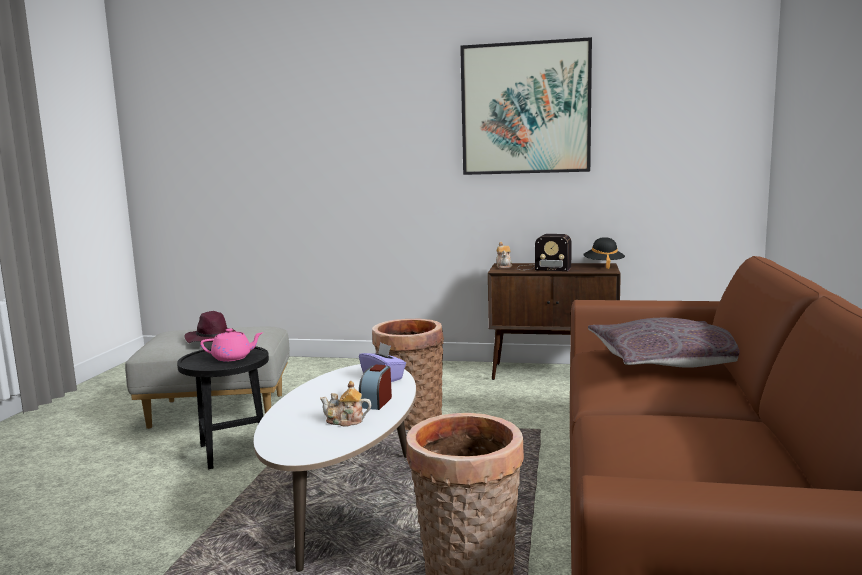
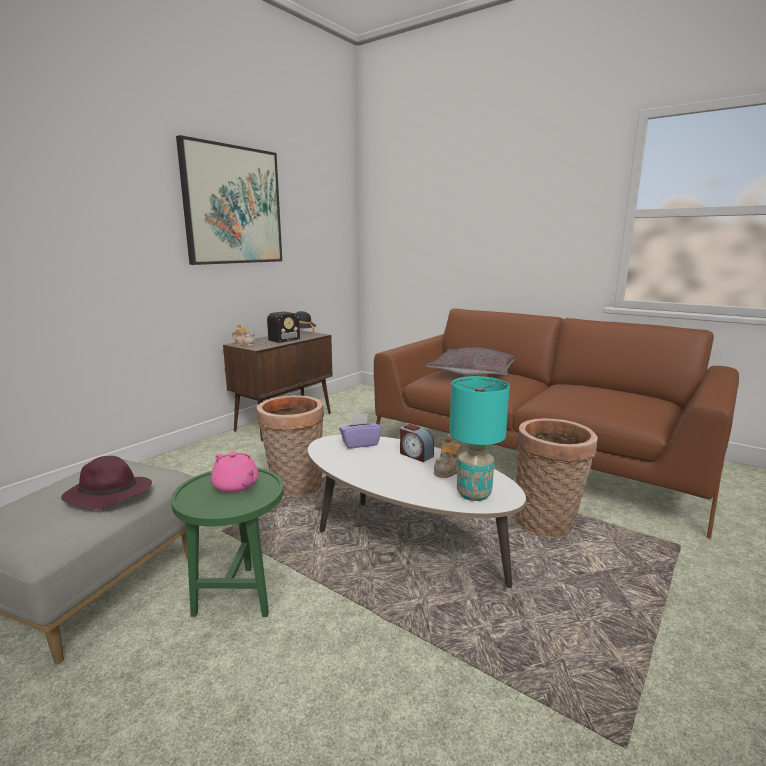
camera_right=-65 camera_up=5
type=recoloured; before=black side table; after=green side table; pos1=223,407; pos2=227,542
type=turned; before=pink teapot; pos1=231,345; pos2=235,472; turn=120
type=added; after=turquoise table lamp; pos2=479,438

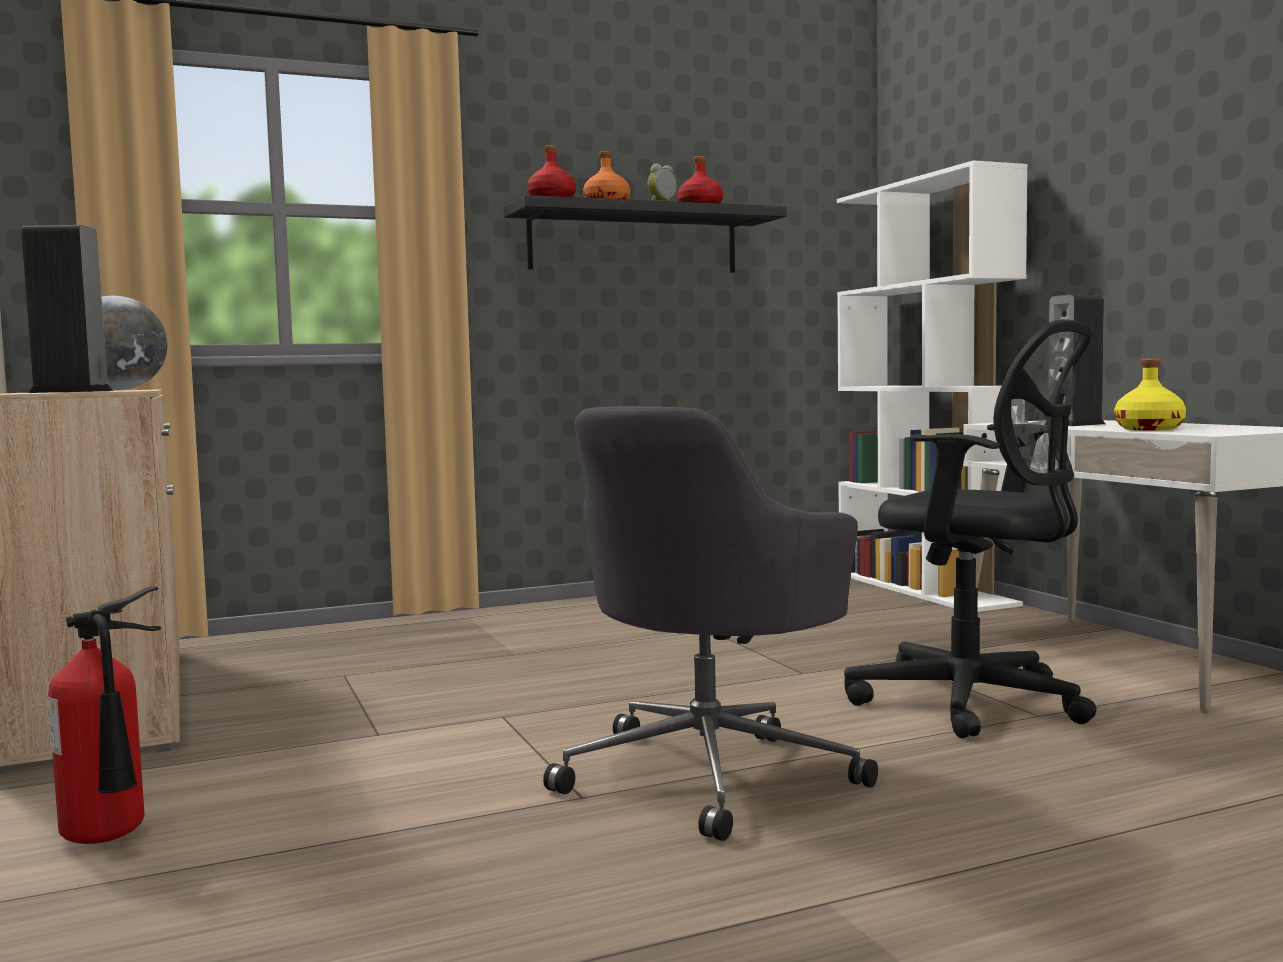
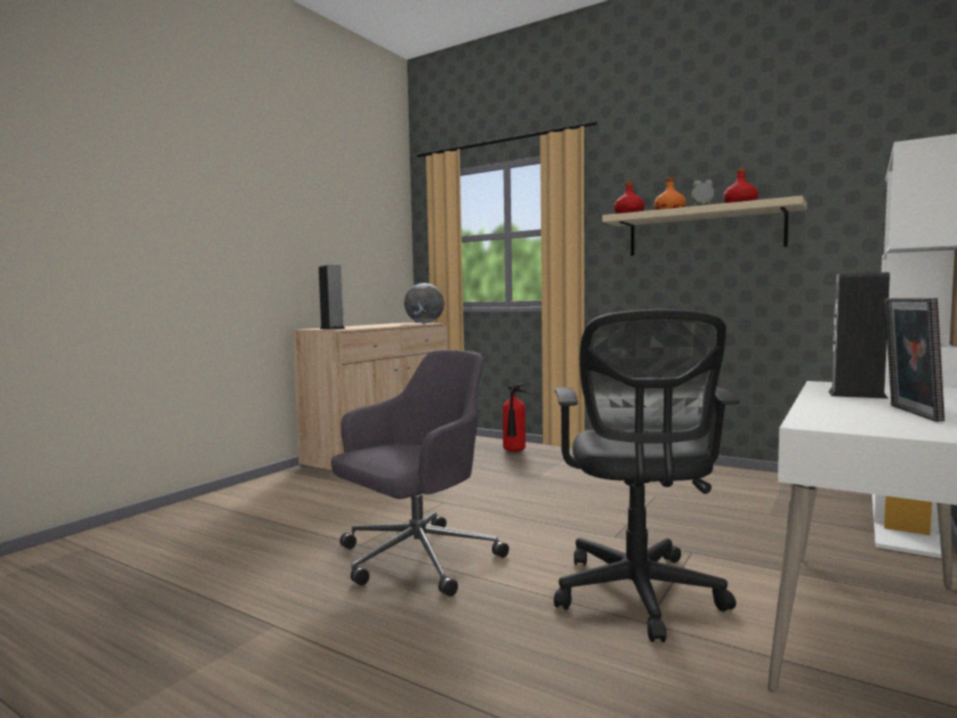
camera_right=55 camera_up=0
type=moved; before=fire extinguisher; pos1=104,715; pos2=518,416
type=recoloured; before=black shelf; after=beige shelf; pos1=645,234; pos2=704,226
type=turned; before=grey office chair; pos1=710,623; pos2=420,473; turn=135
type=removed; before=yellow bottle; pos1=1150,394
type=added; after=picture frame; pos2=915,360

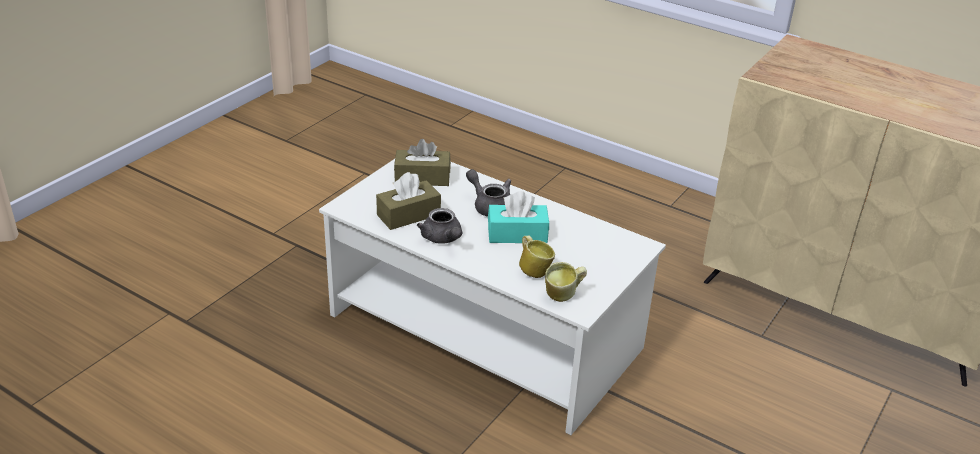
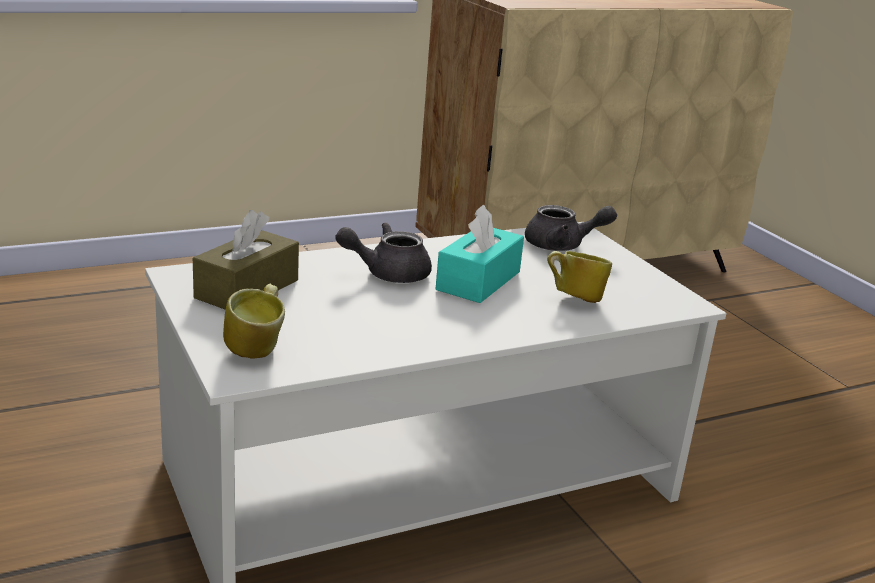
camera_right=-60 camera_up=-10
type=removed; before=brown tissue box; pos1=408,201
type=moved; before=grey teapot; pos1=439,226; pos2=571,228
type=moved; before=mug; pos1=566,282; pos2=254,321

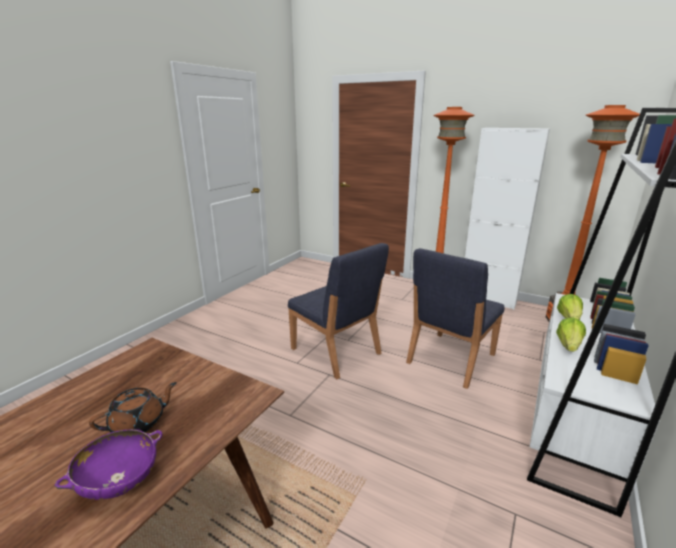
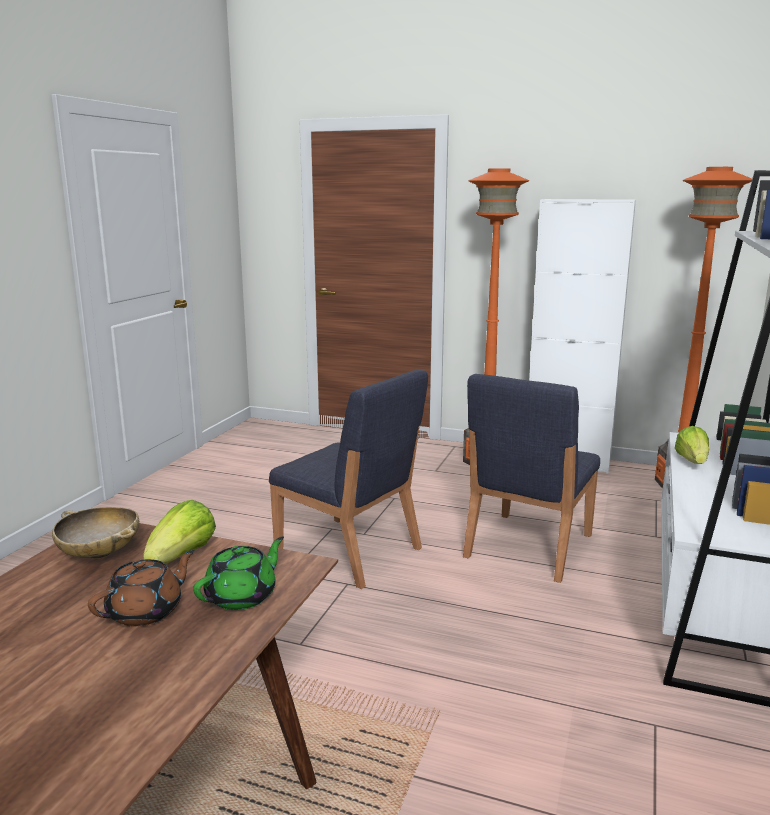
camera_right=-10 camera_up=-5
type=removed; before=purple bowl; pos1=108,465
type=moved; before=lettuce; pos1=571,334; pos2=179,532
type=added; after=beige bowl; pos2=95,533
type=added; after=green teapot; pos2=238,573

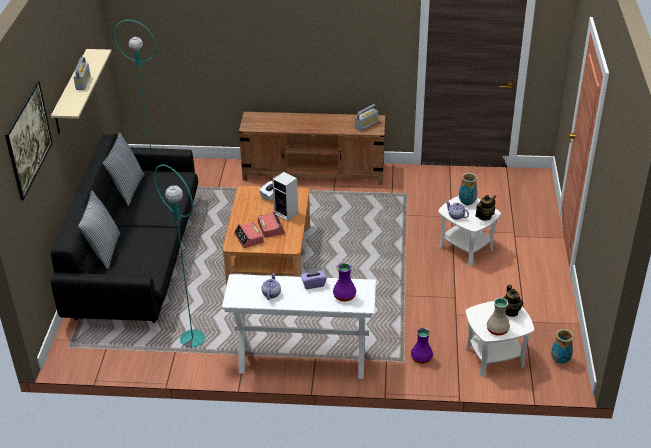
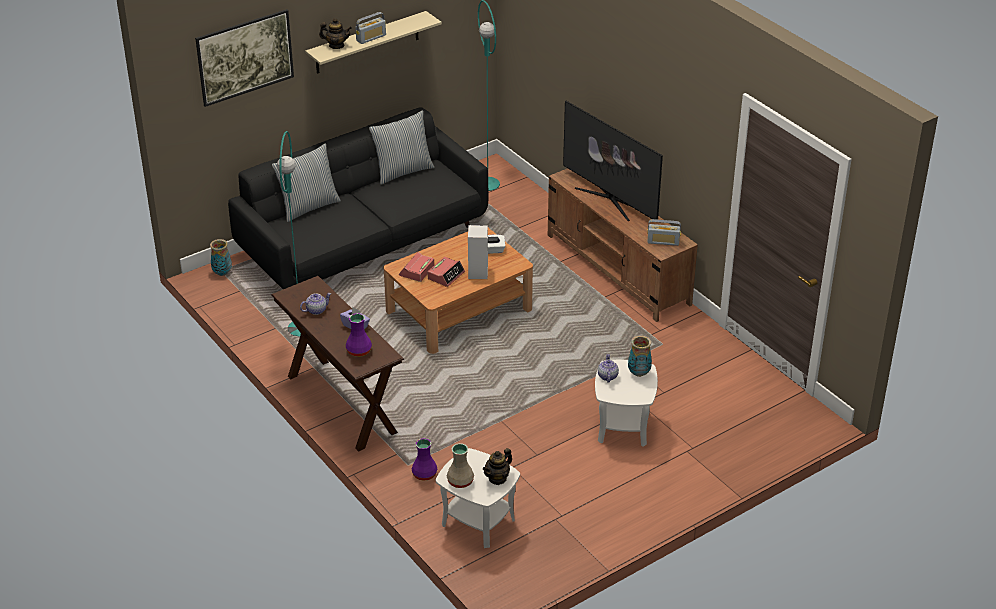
camera_right=50 camera_up=0
type=recoloured; before=white console table; after=brown console table; pos1=299,326; pos2=337,364
type=moved; before=teapot; pos1=485,208; pos2=335,33
type=moved; before=vase; pos1=562,346; pos2=221,257
type=added; after=television; pos2=613,161

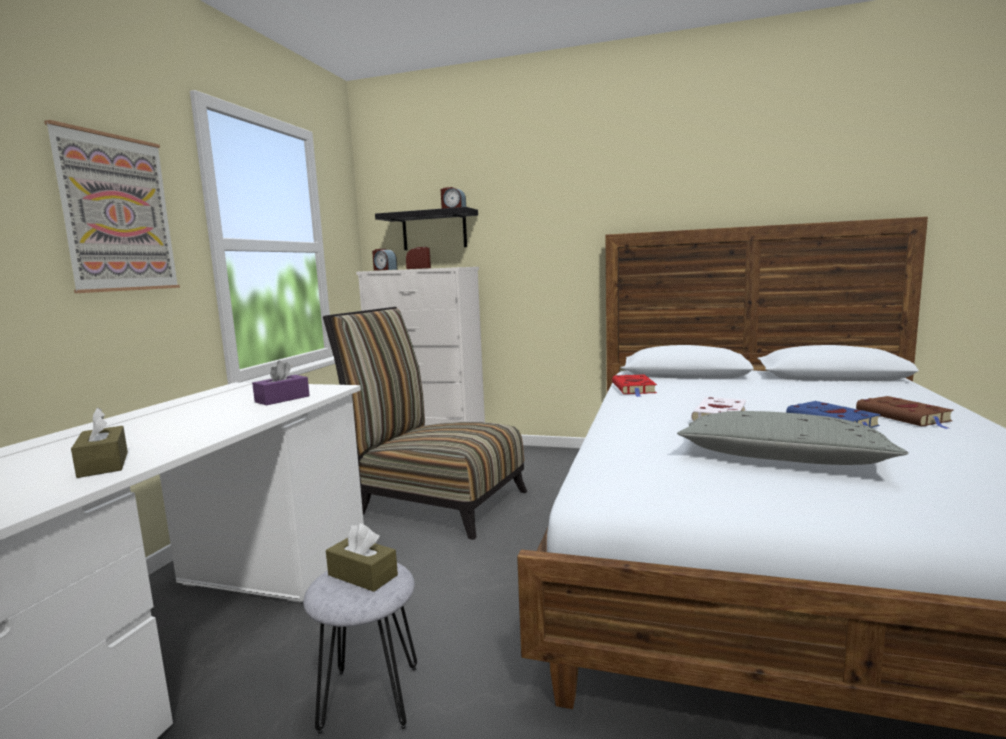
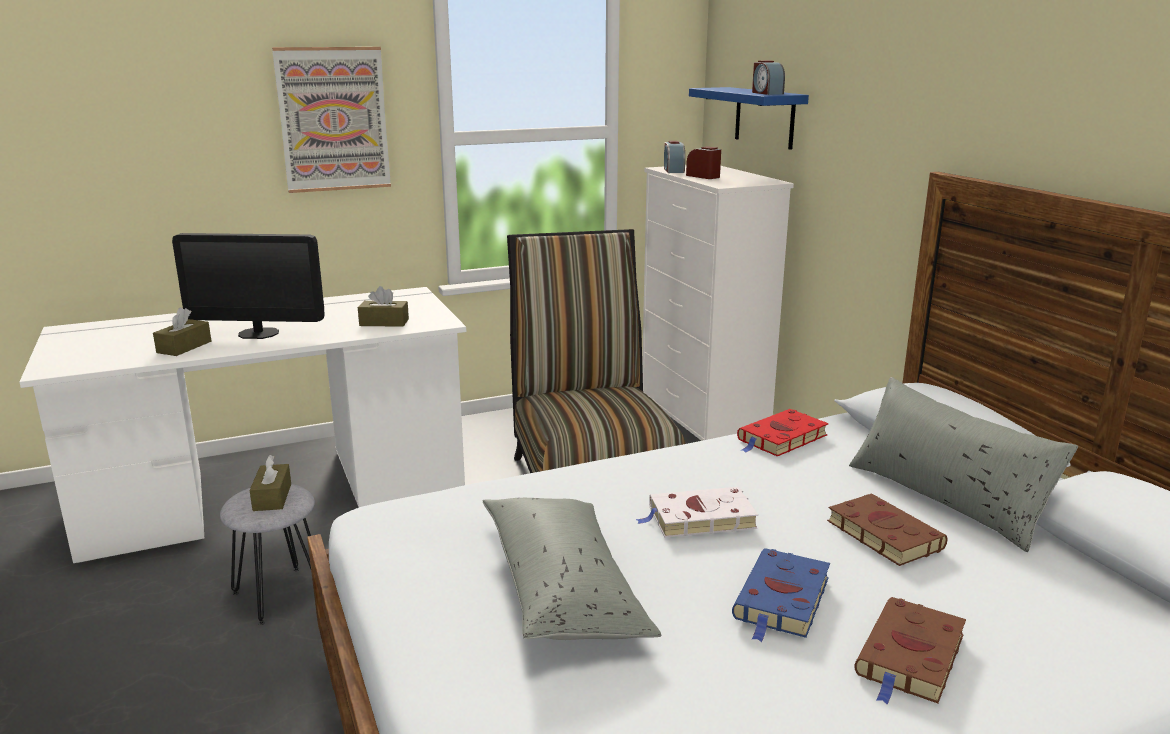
camera_right=50 camera_up=10
type=recoloured; before=purple tissue box; after=brown tissue box; pos1=281,383; pos2=383,306
type=recoloured; before=black shelf; after=blue shelf; pos1=426,228; pos2=749,118
type=added; after=monitor; pos2=248,286
type=added; after=brown book; pos2=887,529
type=added; after=grey pillow; pos2=963,464

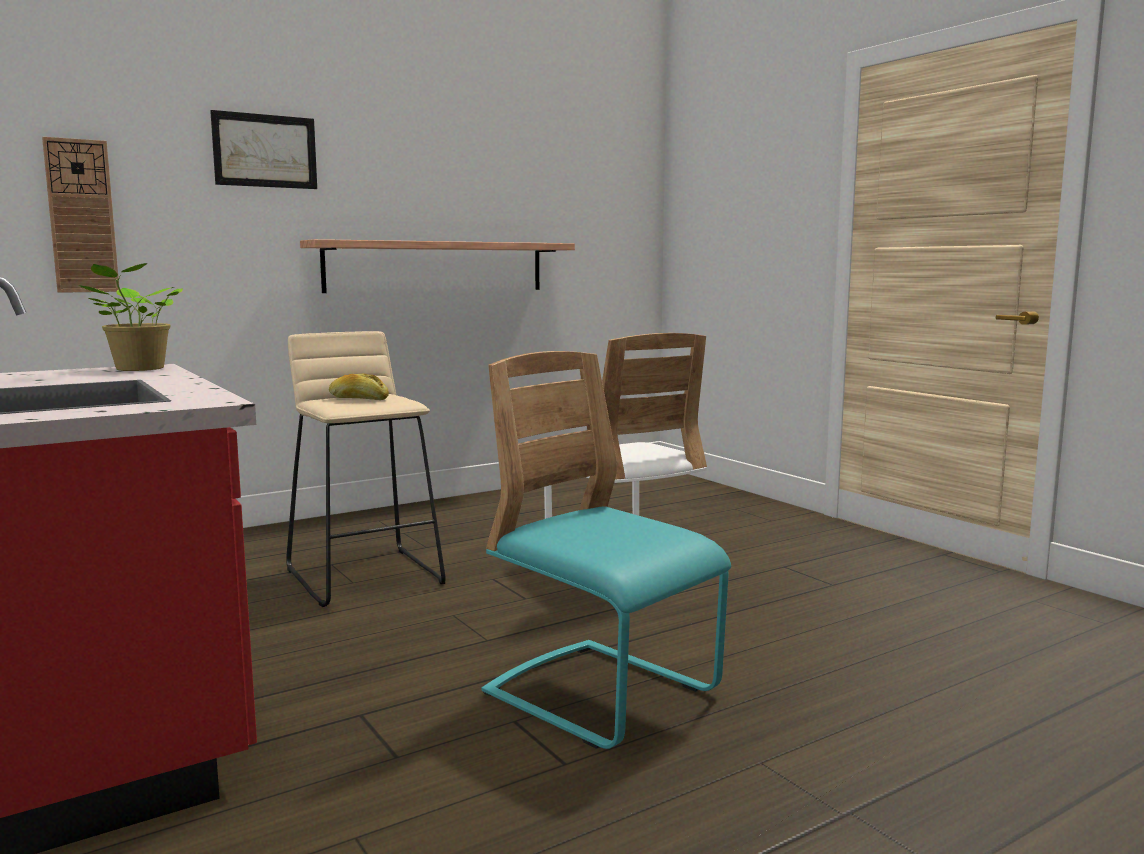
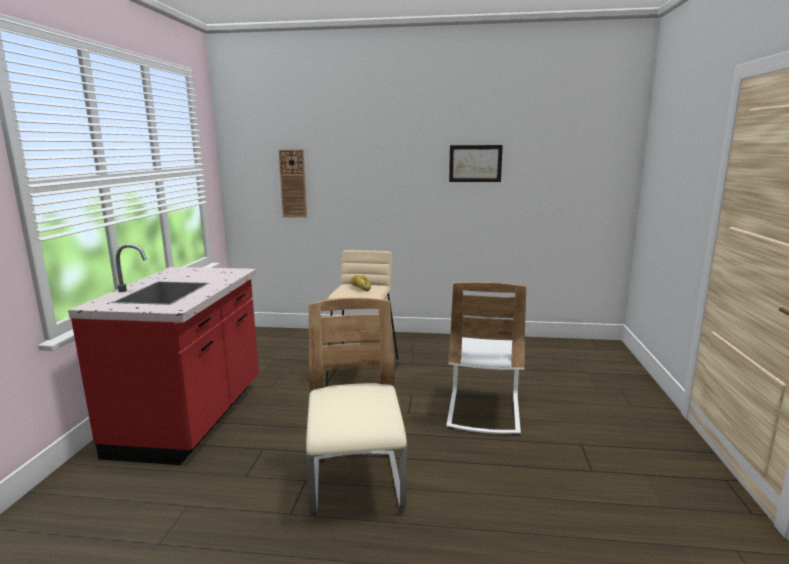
camera_right=40 camera_up=5
type=removed; before=potted plant; pos1=131,317
type=moved; before=picture; pos1=263,149; pos2=476,163
type=removed; before=shelf; pos1=437,266
type=recoloured; before=turquoise chair; after=beige chair; pos1=606,550; pos2=356,407

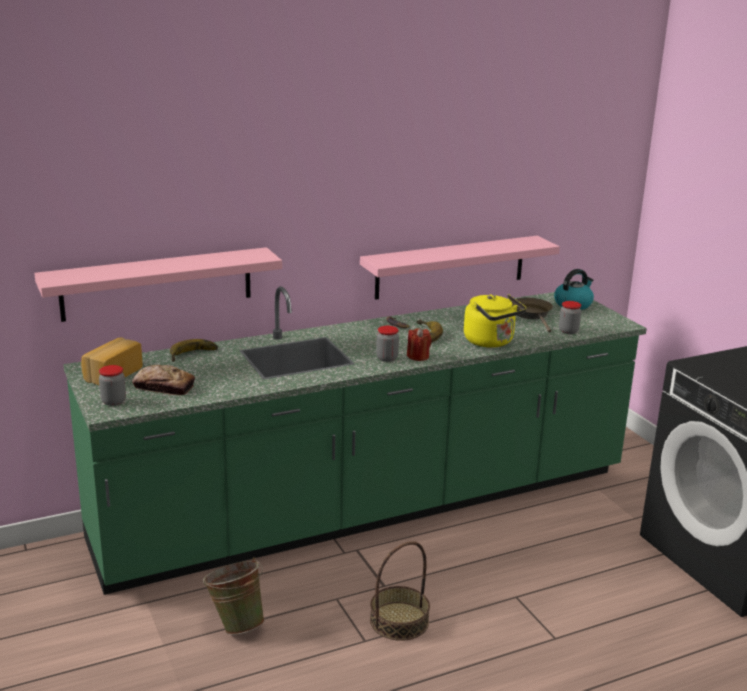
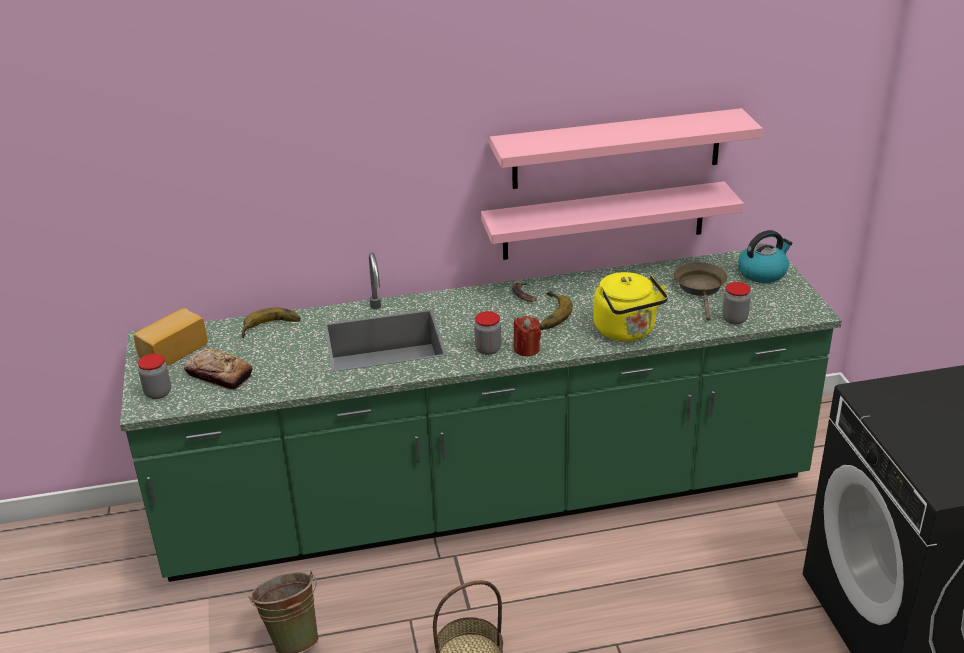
camera_right=15 camera_up=10
type=moved; before=pink shelf; pos1=158,284; pos2=626,148

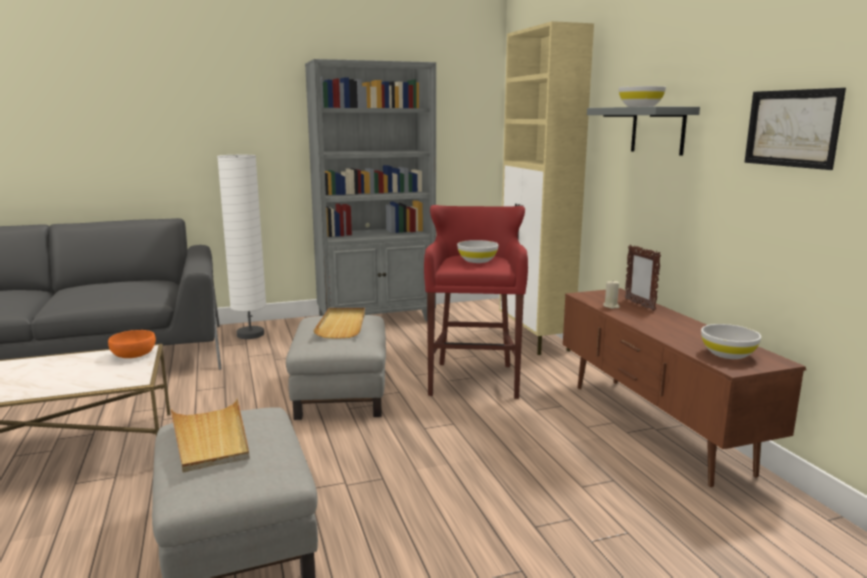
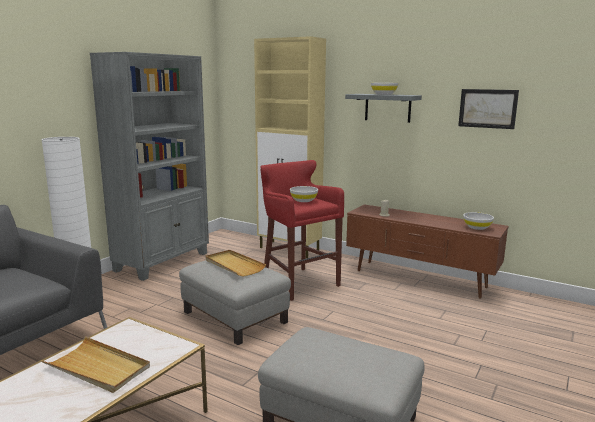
camera_right=-40 camera_up=0
type=removed; before=orange bowl; pos1=132,344
type=moved; before=beige tray; pos1=210,435; pos2=95,364
type=removed; before=picture frame; pos1=643,278

